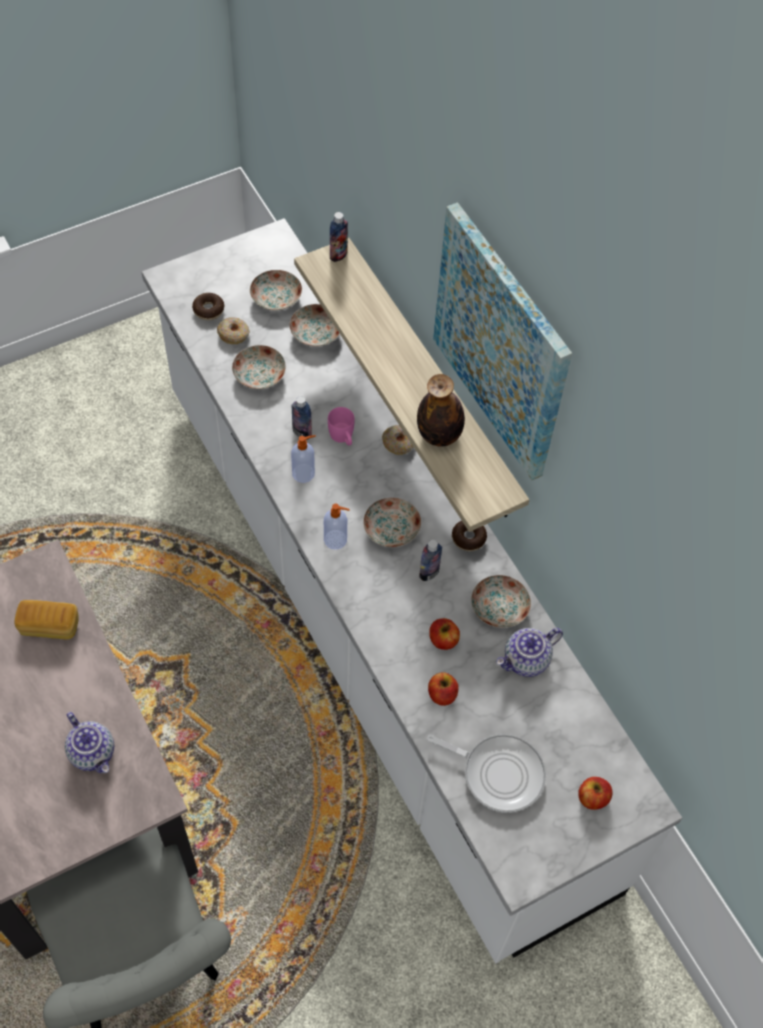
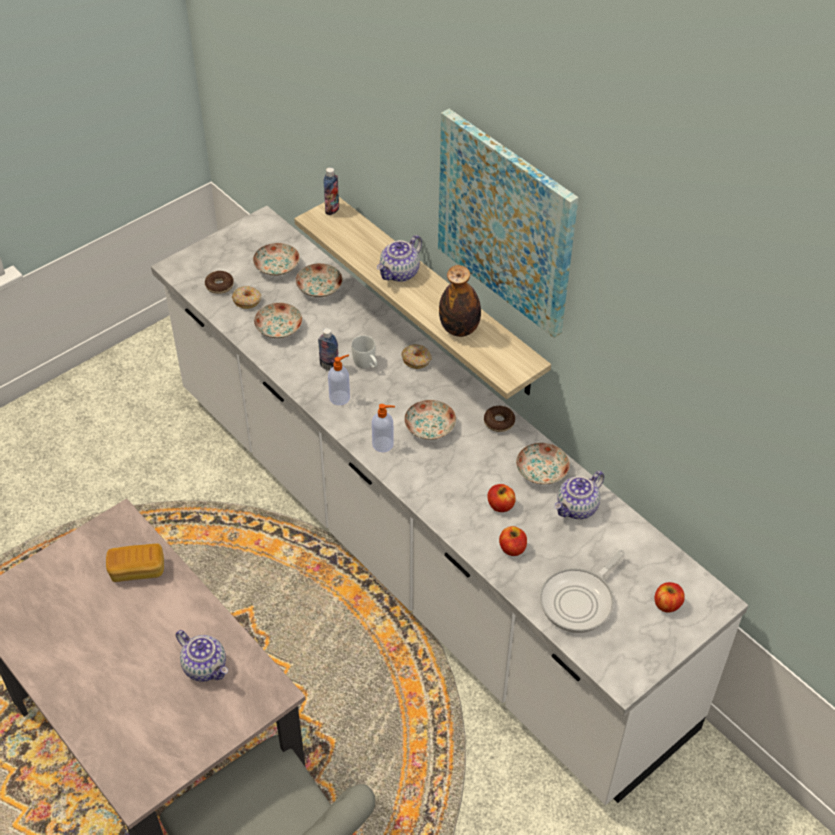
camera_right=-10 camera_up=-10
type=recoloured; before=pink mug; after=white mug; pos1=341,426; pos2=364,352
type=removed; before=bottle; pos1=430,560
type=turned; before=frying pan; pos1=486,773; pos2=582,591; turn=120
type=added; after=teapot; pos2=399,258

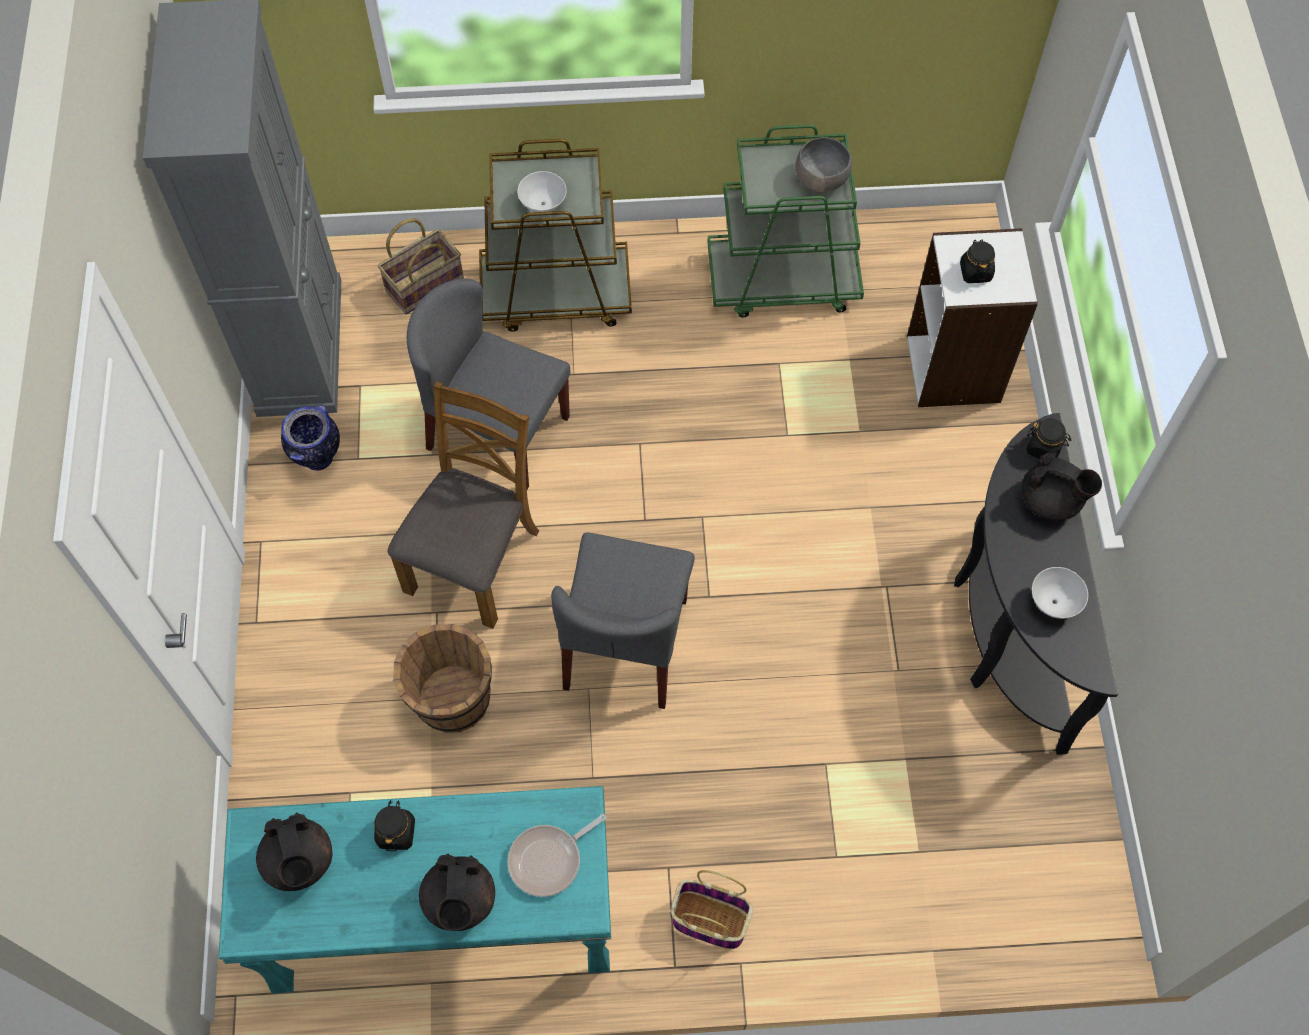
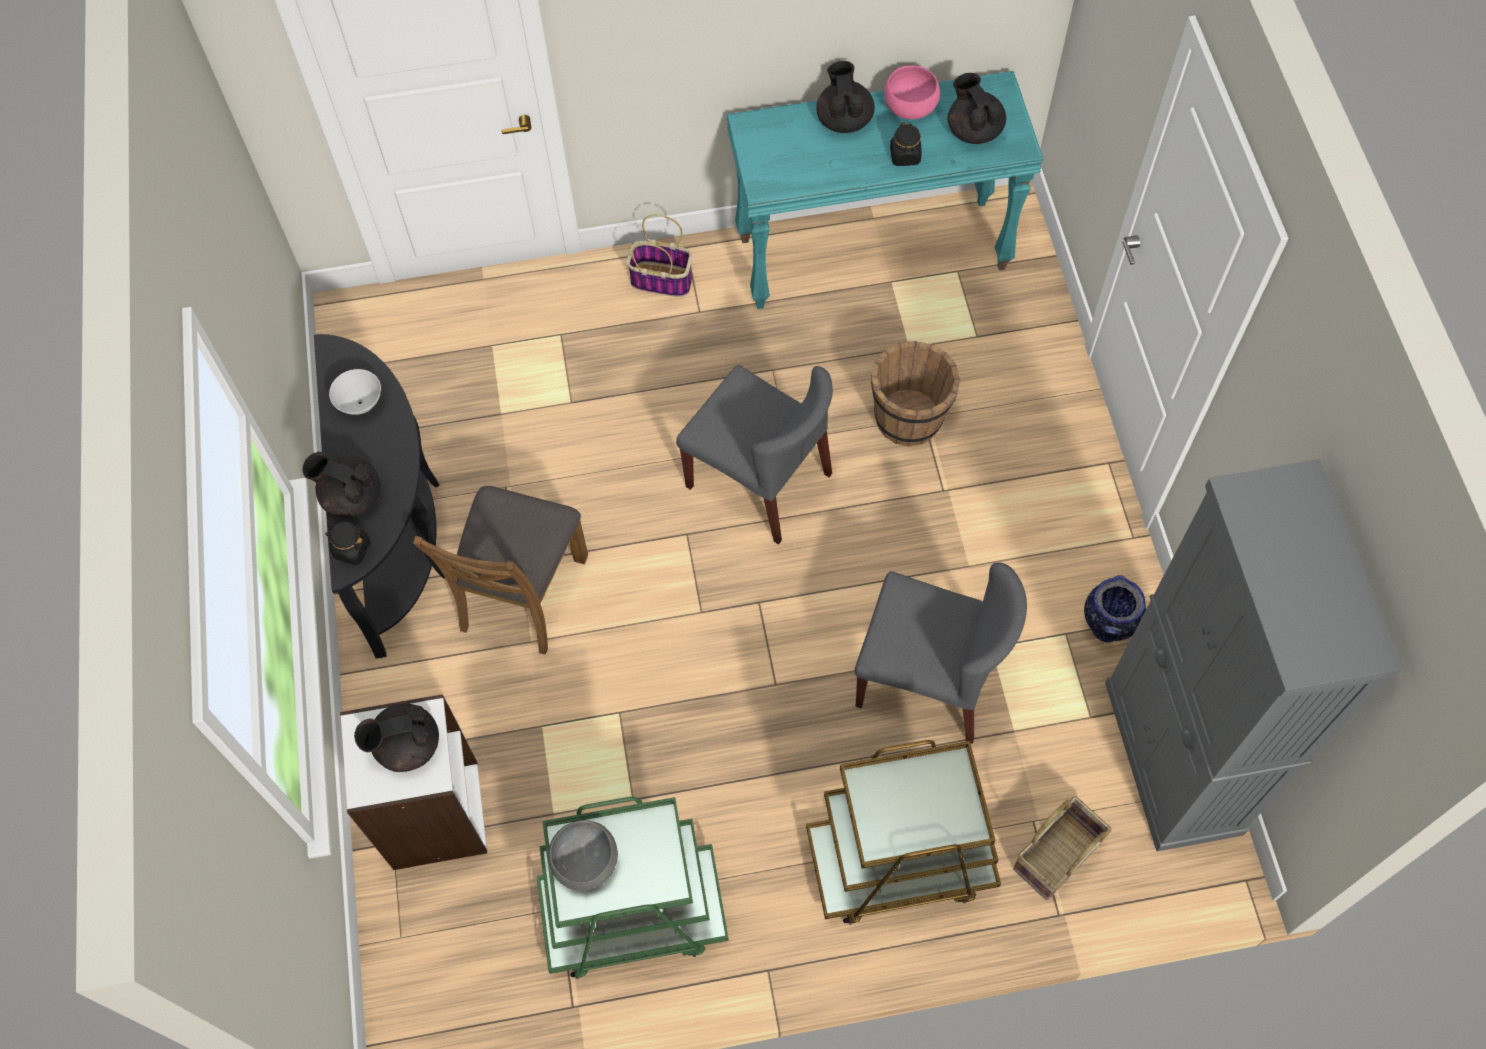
camera_right=175 camera_up=0
type=moved; before=brown chair; pos1=463,505; pos2=500,570
type=removed; before=frying pan; pos1=557,855
type=removed; before=white bowl; pos1=542,191
type=turned; before=grey chair; pos1=623,621; pos2=754,454; turn=120
type=replaced; before=black jar; after=black teapot; pos1=977,261; pos2=396,737
type=added; after=pink bowl; pos2=912,92

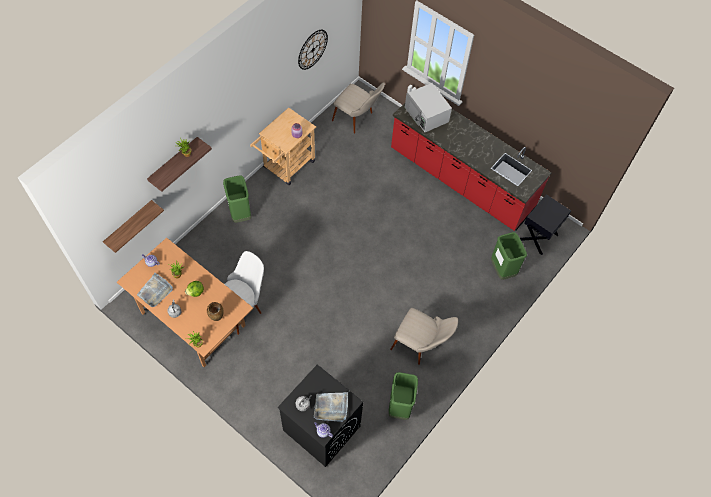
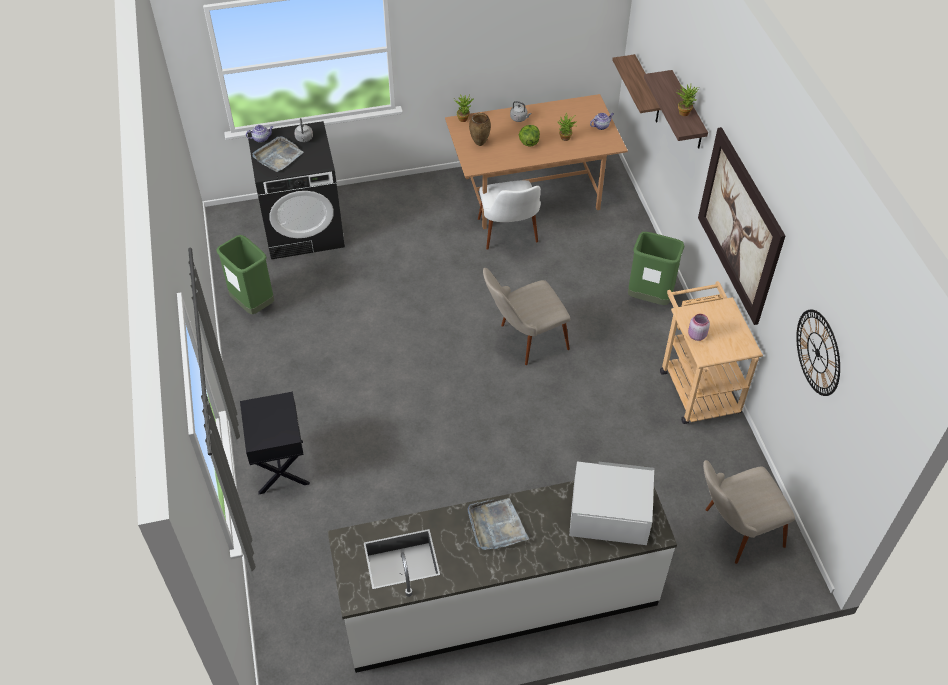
camera_right=130 camera_up=-10
type=moved; before=grey tray; pos1=155,290; pos2=498,524
type=moved; before=beige chair; pos1=424,336; pos2=526,316
type=recoloured; before=red counter; after=white counter; pos1=471,167; pos2=502,569
type=removed; before=green trash can; pos1=509,256
type=moved; before=black nightstand; pos1=545,224; pos2=275,443
type=added; after=picture; pos2=741,226

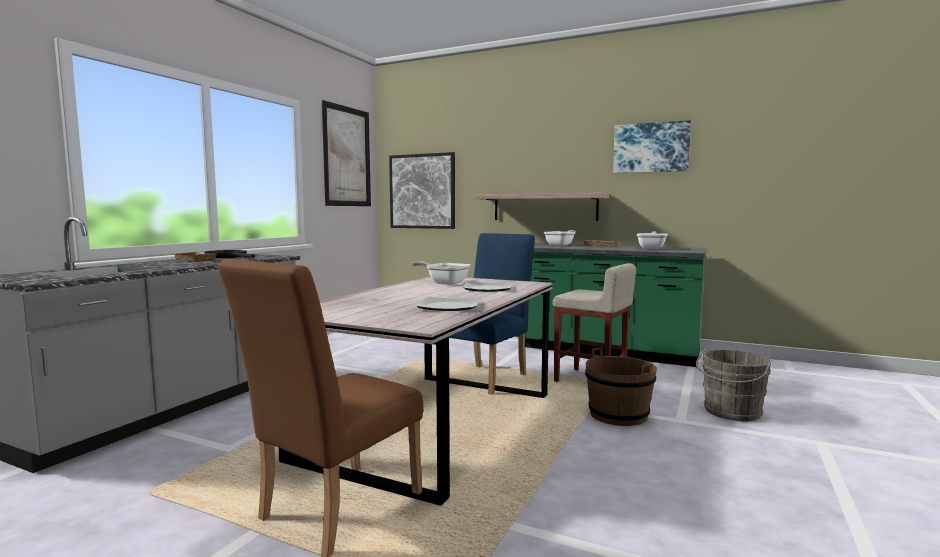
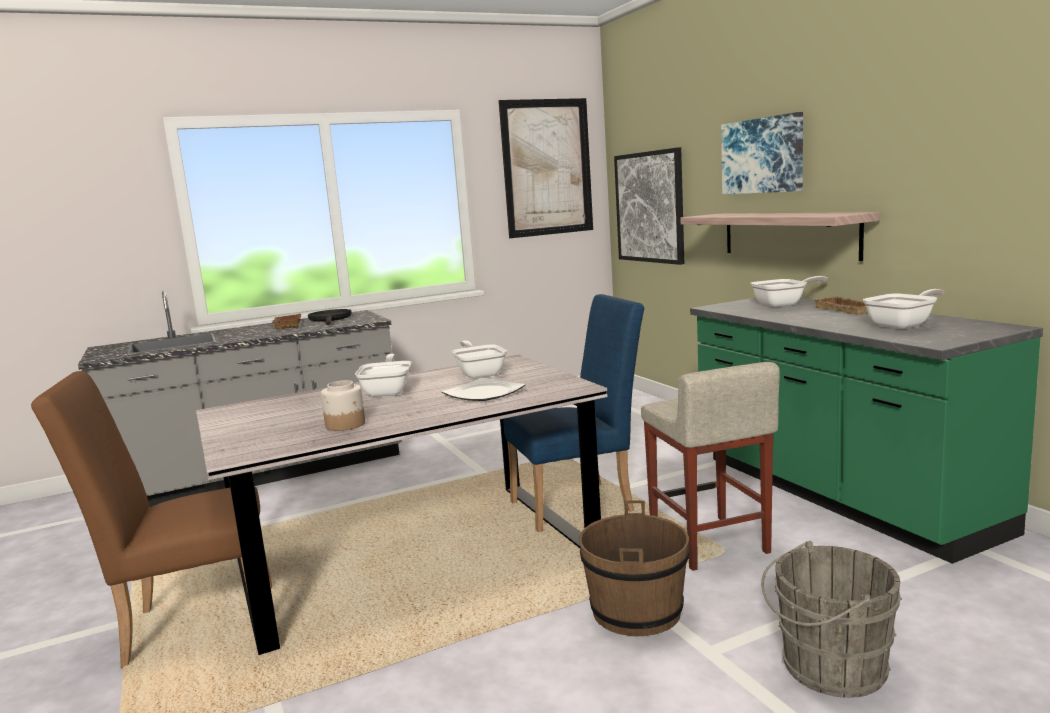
camera_right=40 camera_up=5
type=replaced; before=plate; after=jar; pos1=448,304; pos2=343,405
type=moved; before=picture; pos1=652,146; pos2=762,153
type=added; after=frying pan; pos2=383,375

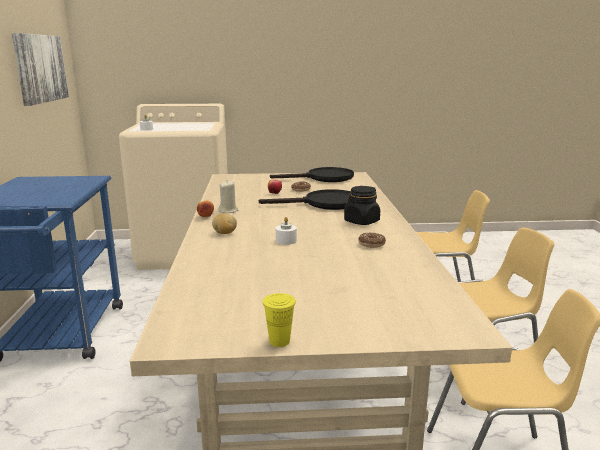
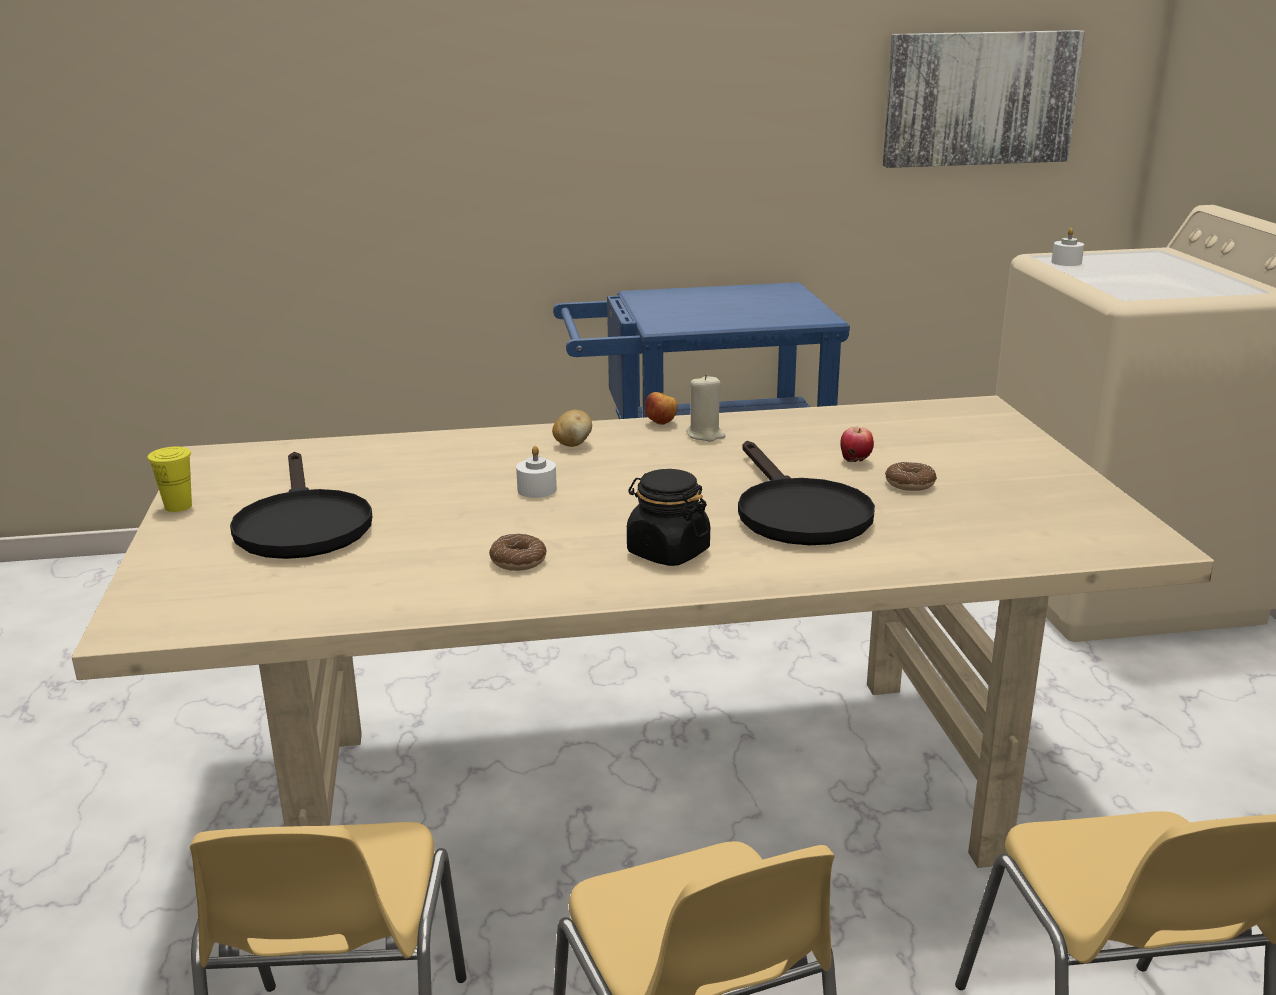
camera_right=85 camera_up=5
type=moved; before=black frying pan; pos1=312,174; pos2=301,505

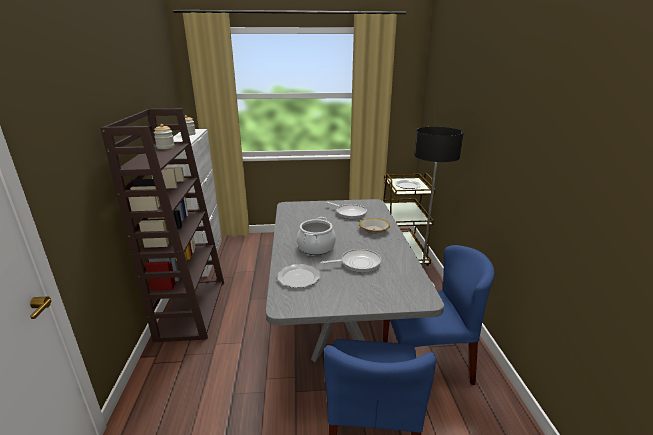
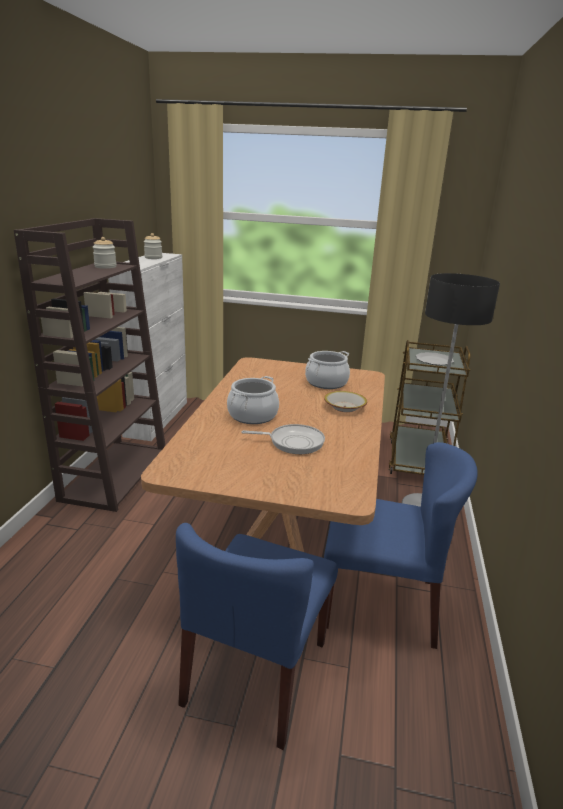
camera_right=15 camera_up=0
type=recoloured; before=grey dining table; after=brown dining table; pos1=355,280; pos2=263,454
type=removed; before=plate; pos1=298,276
type=replaced; before=frying pan; after=cooking pot; pos1=346,210; pos2=327,370

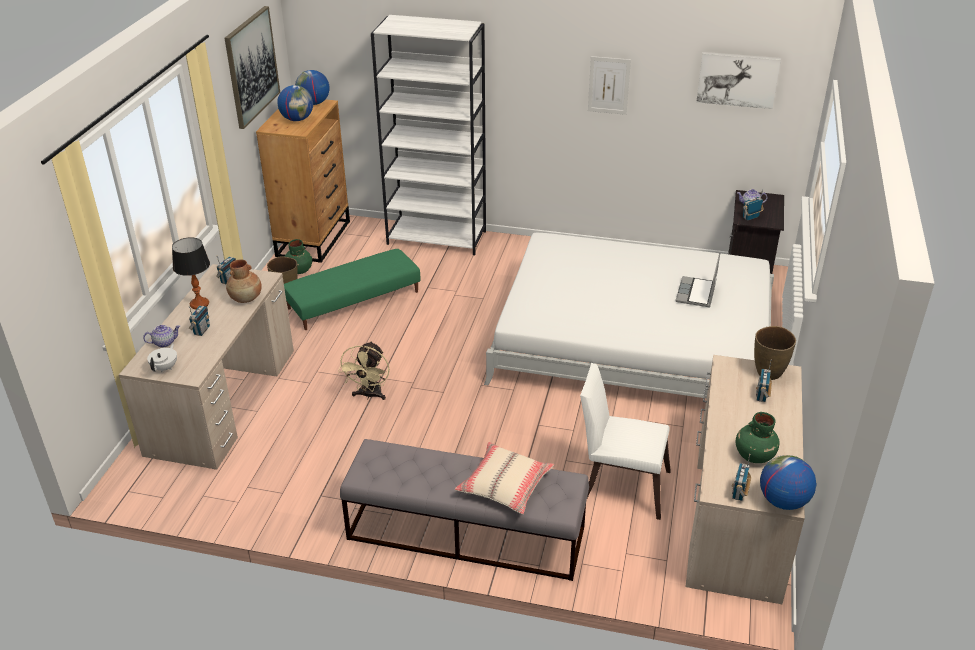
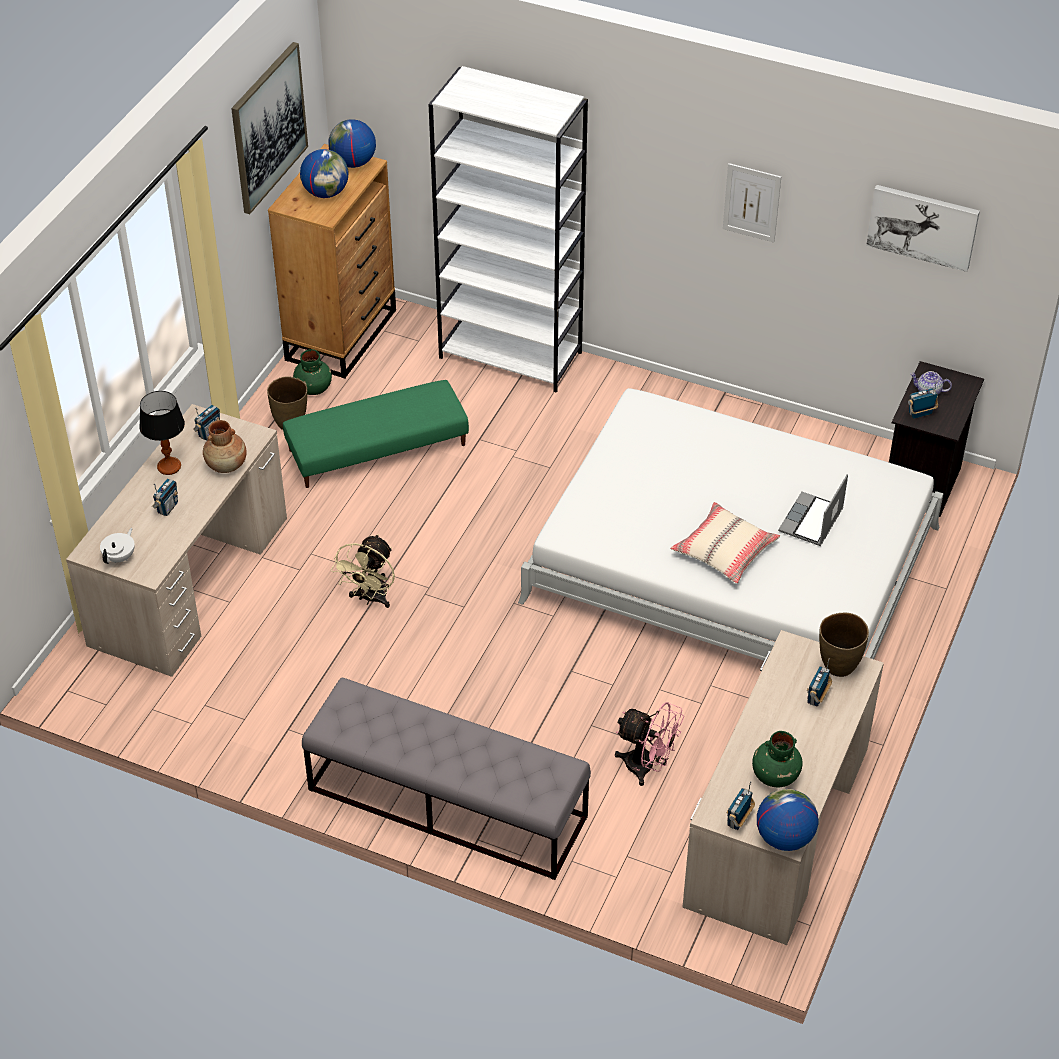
camera_right=10 camera_up=10
type=removed; before=teapot; pos1=161,336
type=moved; before=beige pillow; pos1=504,478; pos2=725,542
type=replaced; before=white chair; after=pink fan; pos1=625,441; pos2=649,744

